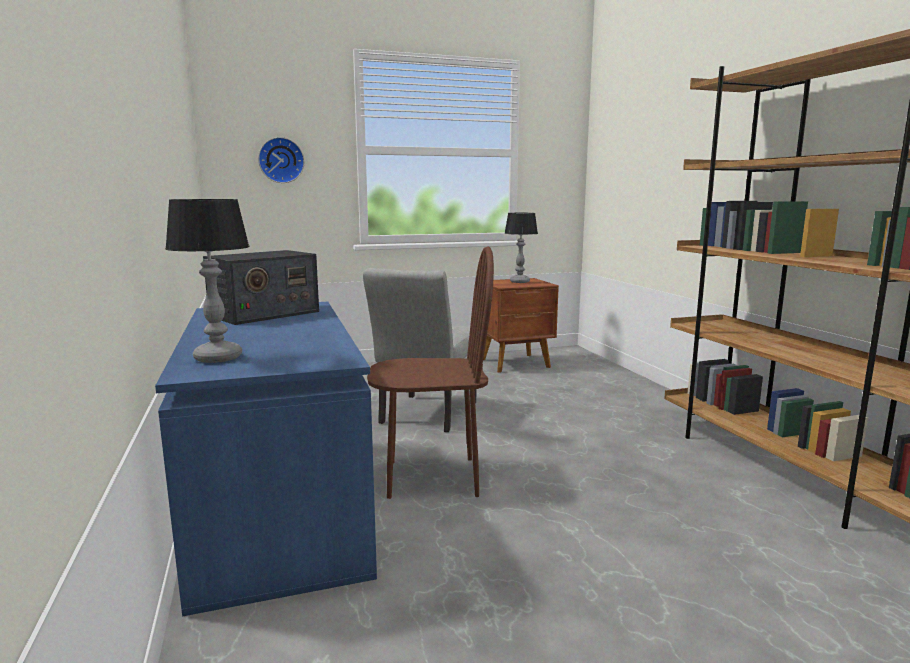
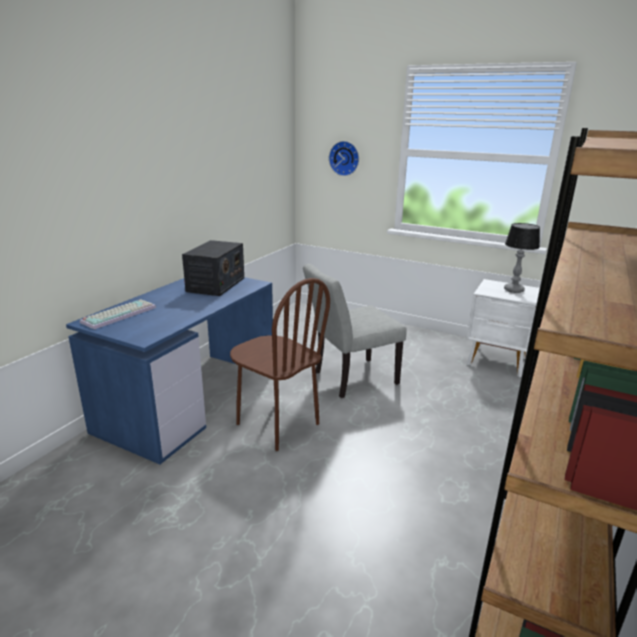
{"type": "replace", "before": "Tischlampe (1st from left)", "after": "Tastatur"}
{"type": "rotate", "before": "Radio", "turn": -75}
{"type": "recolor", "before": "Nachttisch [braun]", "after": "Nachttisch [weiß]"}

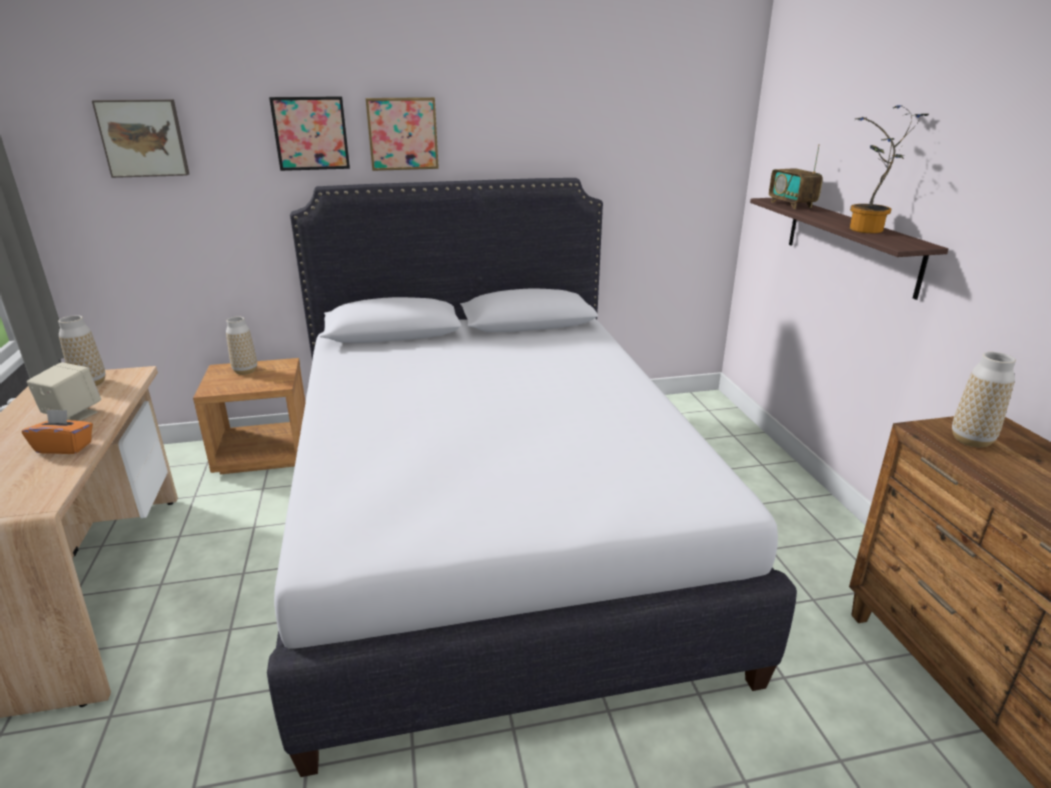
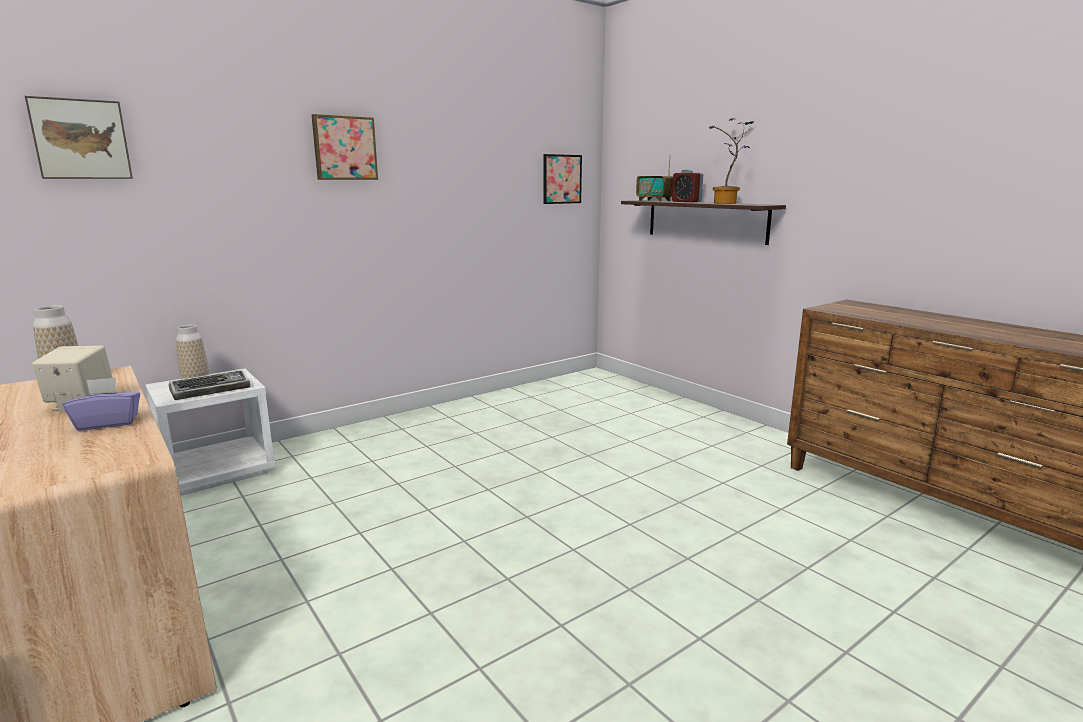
{"type": "recolor", "before": "Taschentuchbox [orange]", "after": "Taschentuchbox [lila]"}
{"type": "recolor", "before": "Nachttisch [braun]", "after": "Nachttisch [weiß]"}
{"type": "delete", "before": "Bett [weiß]"}
{"type": "move", "before": "Bild (2nd from left in the first image)", "after": "Bild (3rd from left)"}
{"type": "delete", "before": "Vase (3rd from left)"}
{"type": "insert", "after": "Tastatur"}
{"type": "insert", "after": "Wecker"}

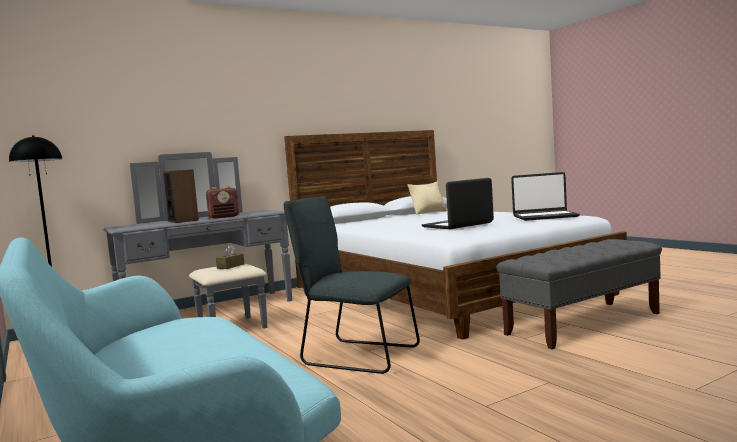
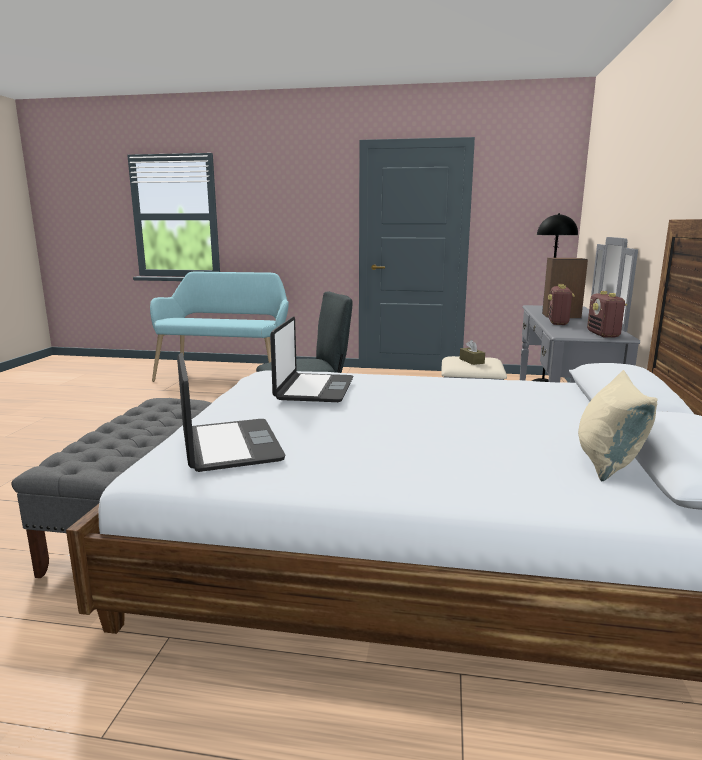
{"type": "rotate", "before": "Laptop (2nd from left in the first image)", "turn": 120}
{"type": "insert", "after": "Radio (2nd from left)"}

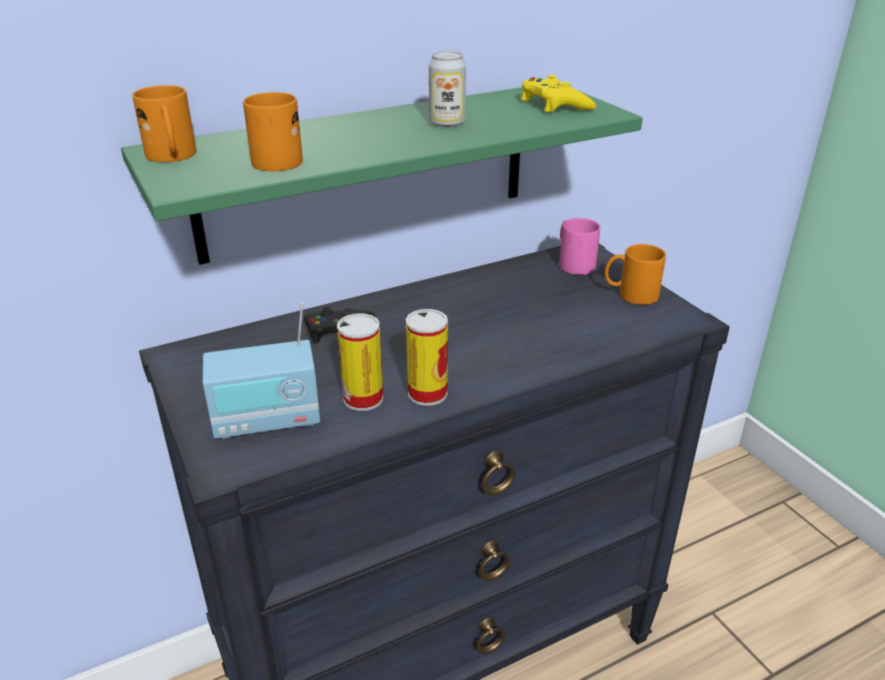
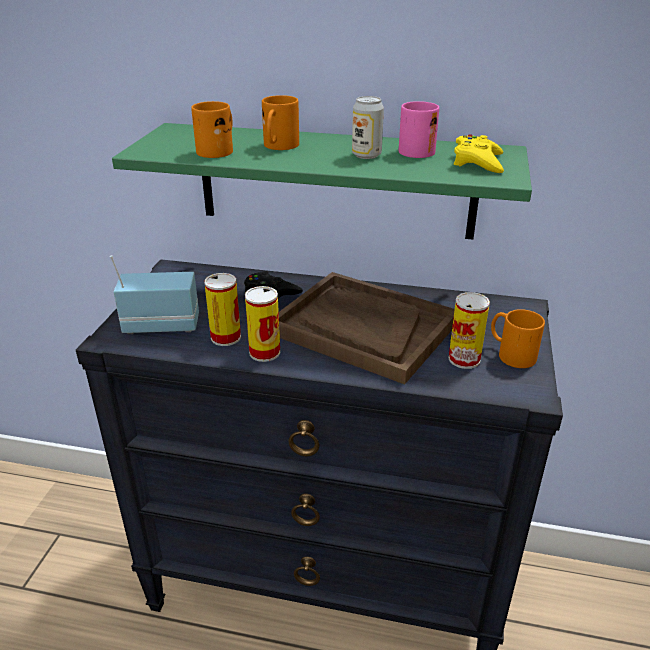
{"type": "move", "before": "Henkelbecher [orange] (1st from left in the first image)", "after": "Henkelbecher [orange] (2nd from left)"}
{"type": "rotate", "before": "Radio", "turn": 150}
{"type": "move", "before": "Henkelbecher [rosa]"}
{"type": "insert", "after": "Tablett [braun]"}
{"type": "insert", "after": "Dose (4th from left)"}

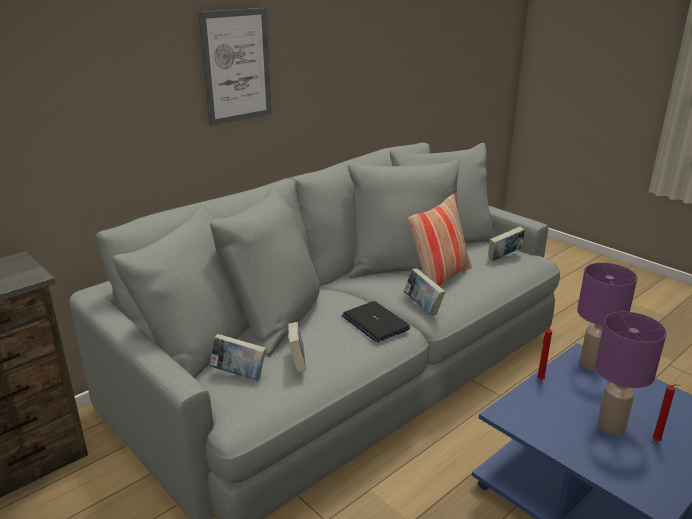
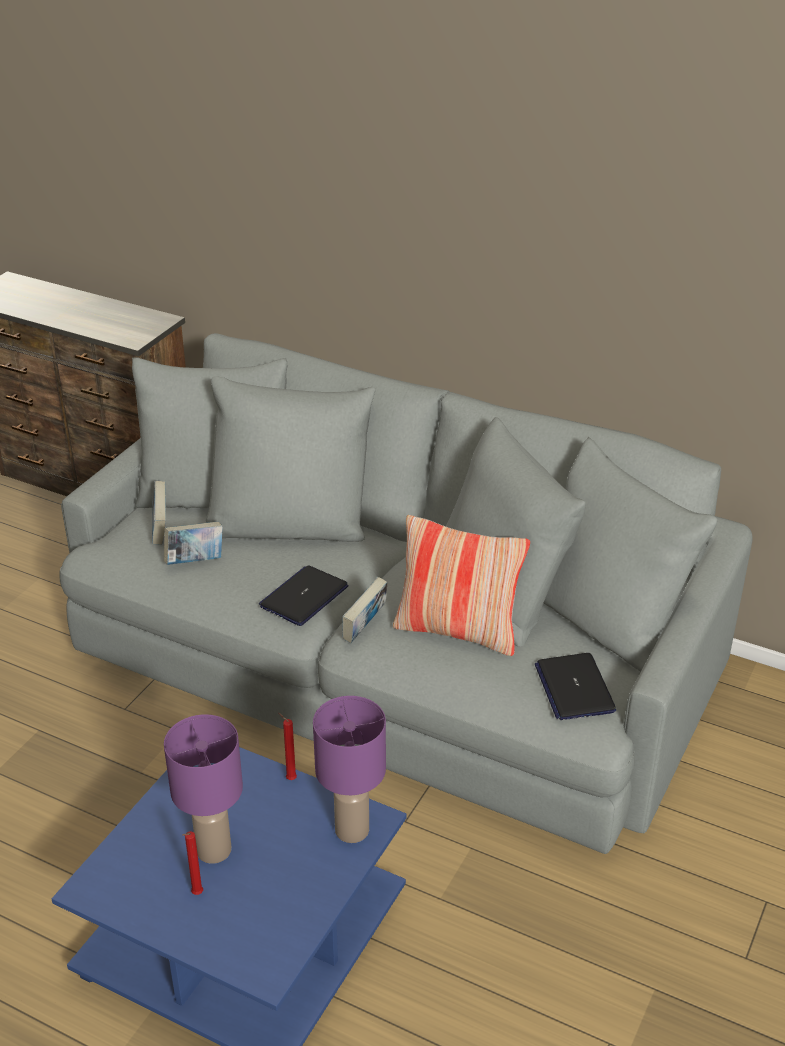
{"type": "delete", "before": "Bild"}
{"type": "replace", "before": "Buch (4th from left)", "after": "Laptop (2nd from left)"}

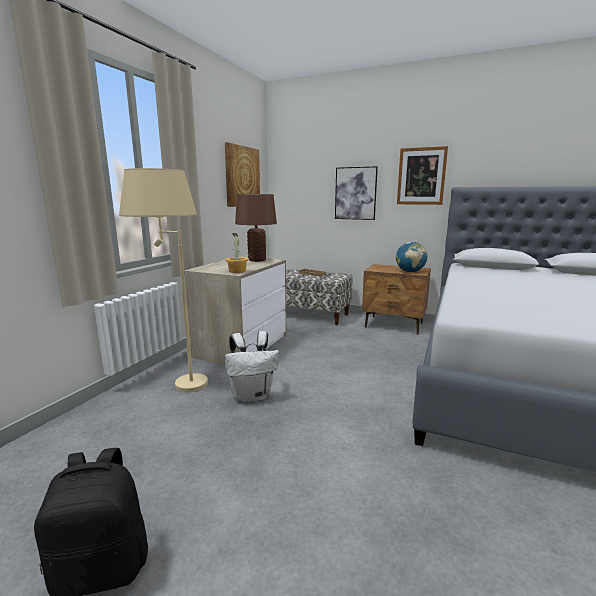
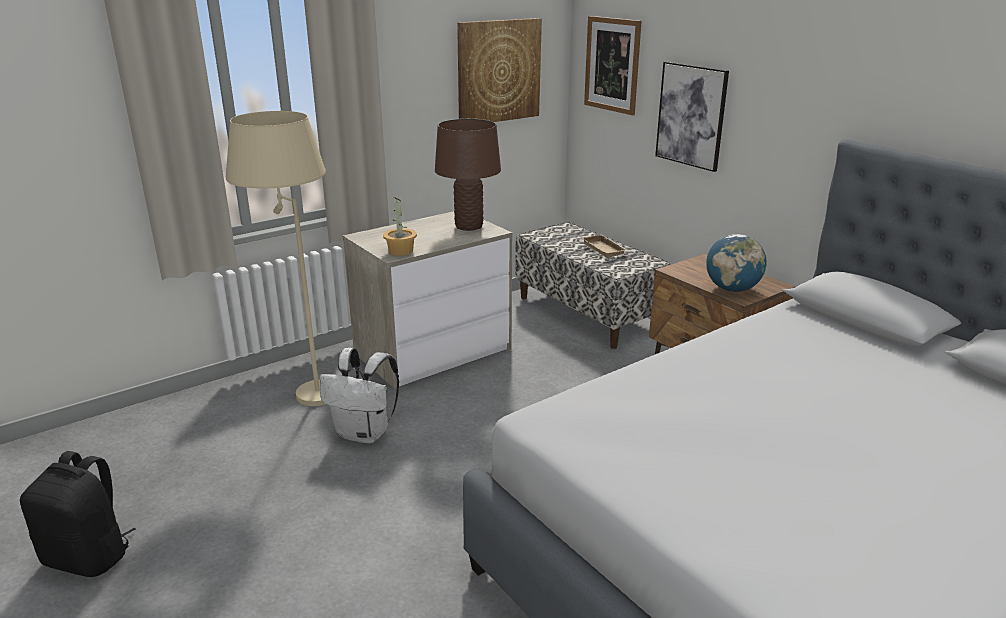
{"type": "move", "before": "Bild (3rd from left in the first image)", "after": "Bild (2nd from left)"}

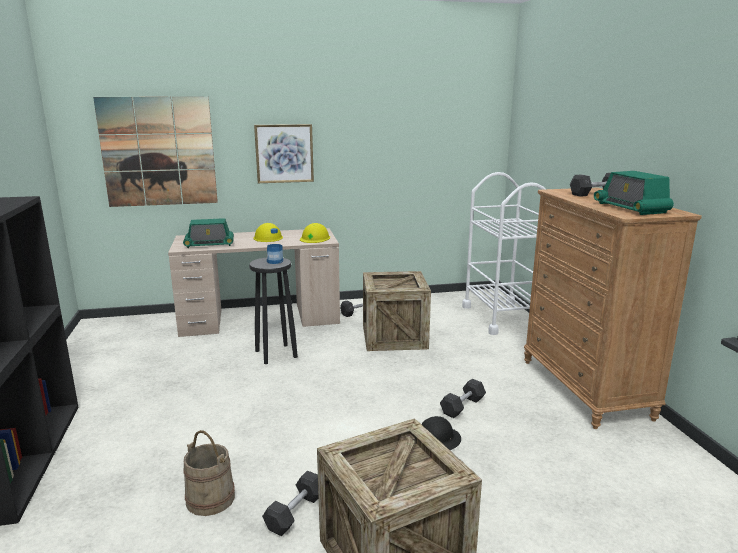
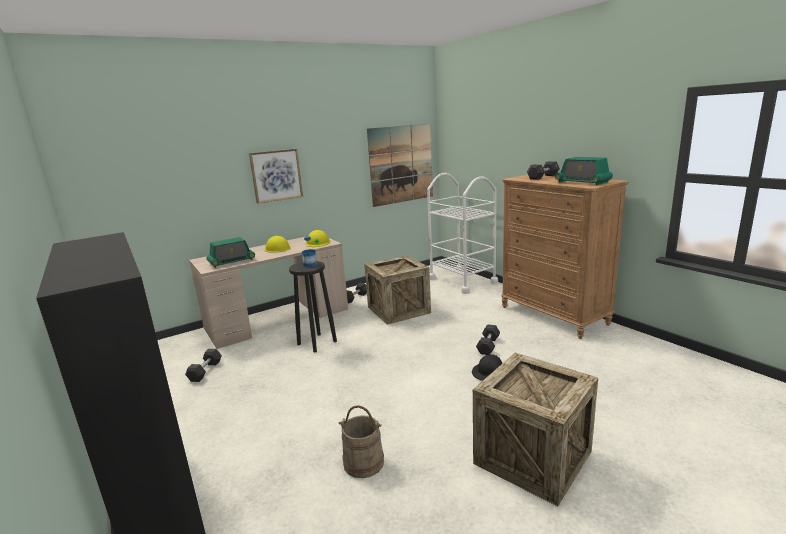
{"type": "move", "before": "Bild (1st from left in the first image)", "after": "Bild (2nd from left)"}
{"type": "move", "before": "Hantel [grau] (1st from left)"}

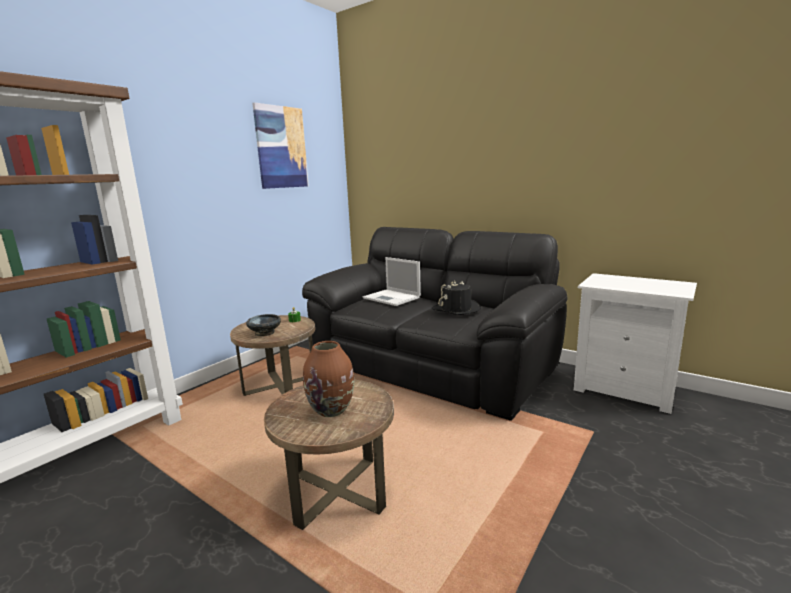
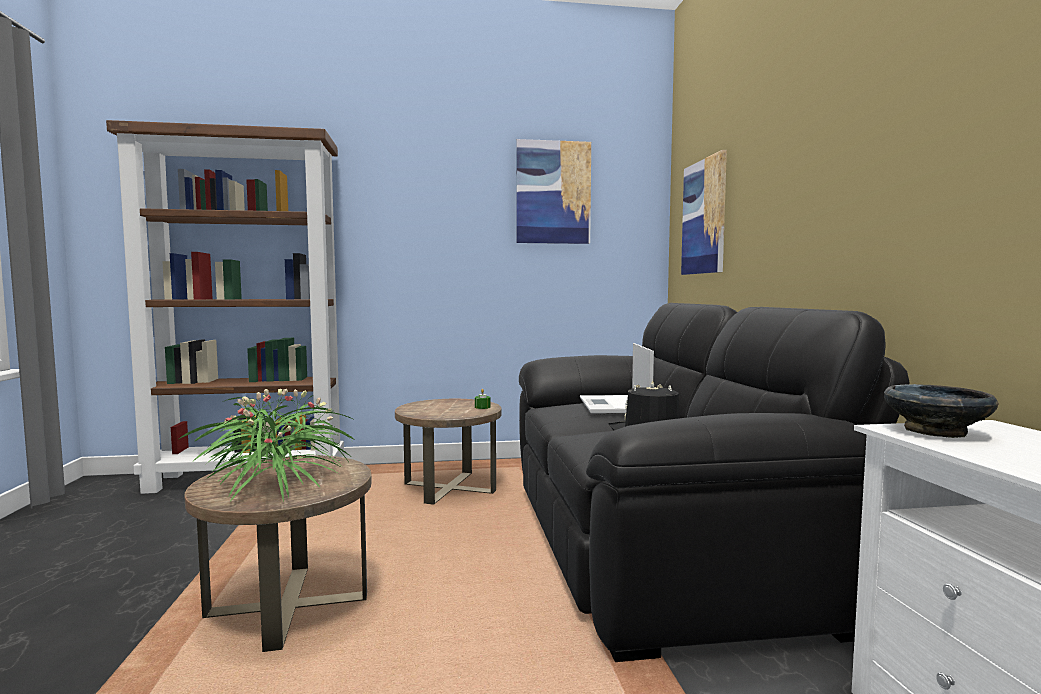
{"type": "move", "before": "Schüssel [schwarz]"}
{"type": "replace", "before": "Vase [braun]", "after": "Topfpflanze"}
{"type": "insert", "after": "Bild (2nd from left)"}

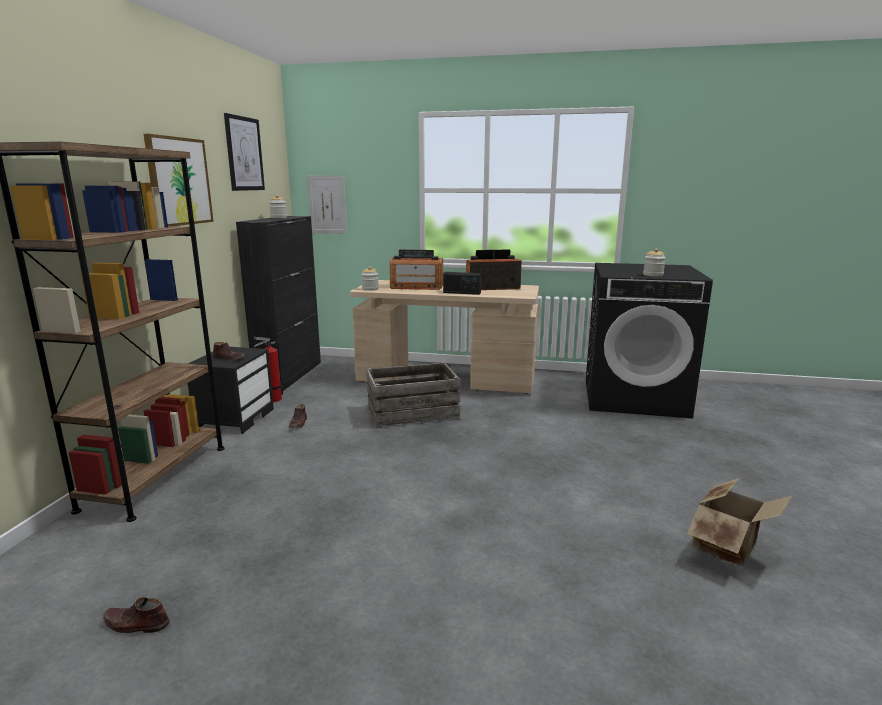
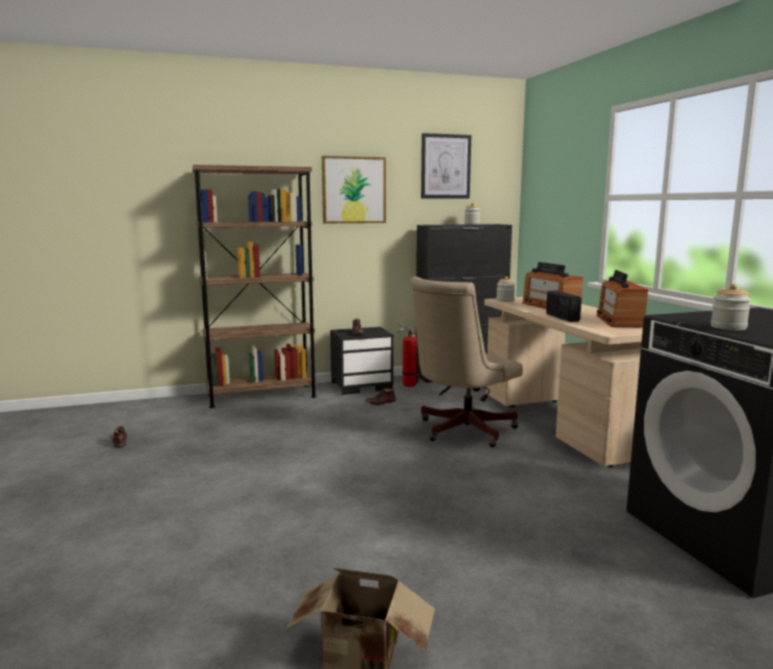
{"type": "delete", "before": "Bild (3rd from left)"}
{"type": "replace", "before": "Kiste", "after": "Bürostuhl [beige]"}
{"type": "rotate", "before": "Radio (3rd from left)", "turn": -135}

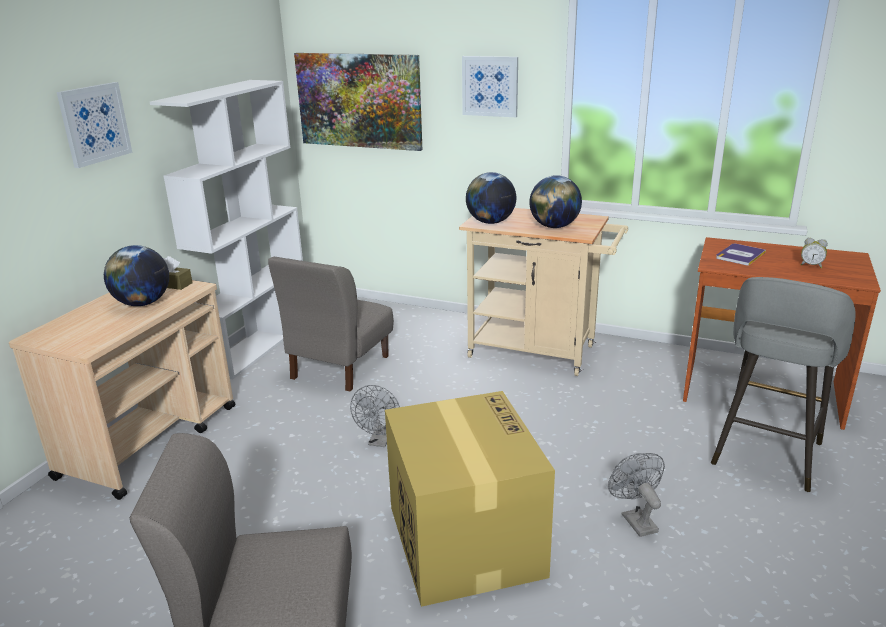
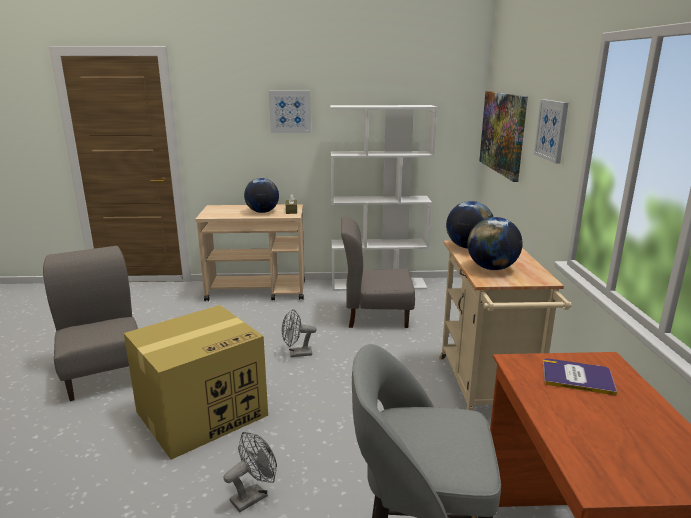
{"type": "delete", "before": "Wecker"}

